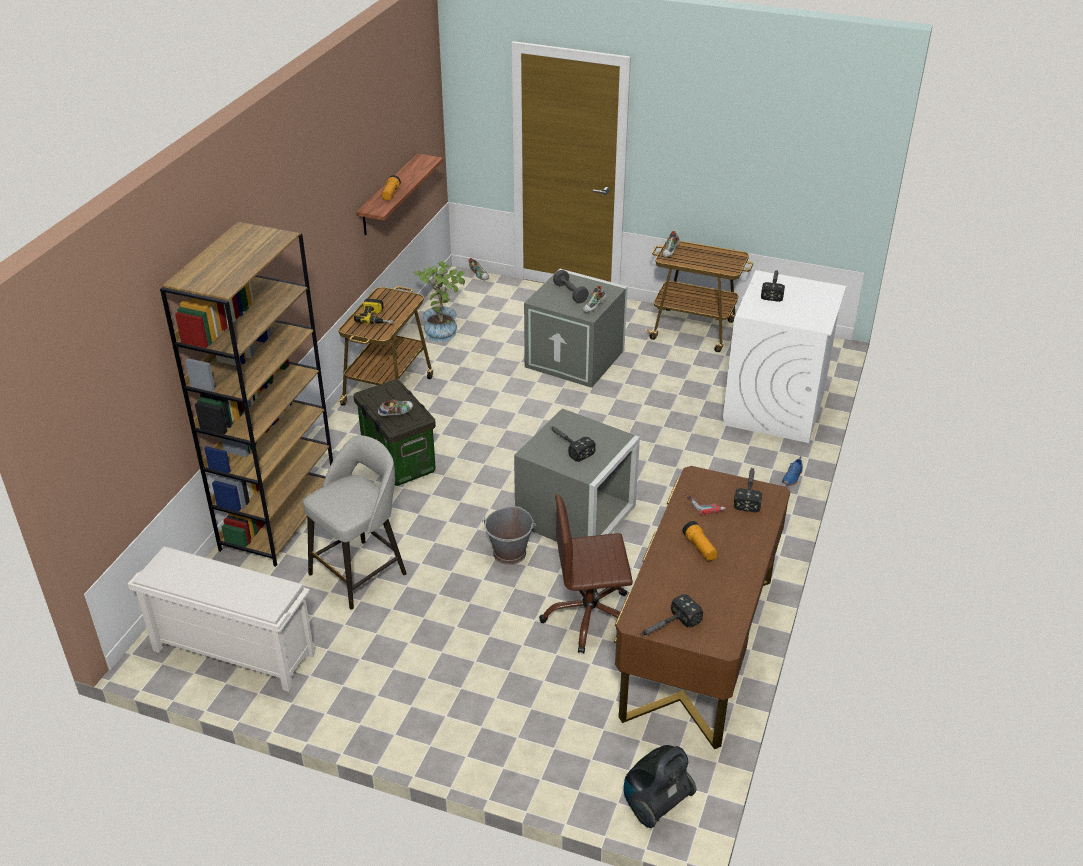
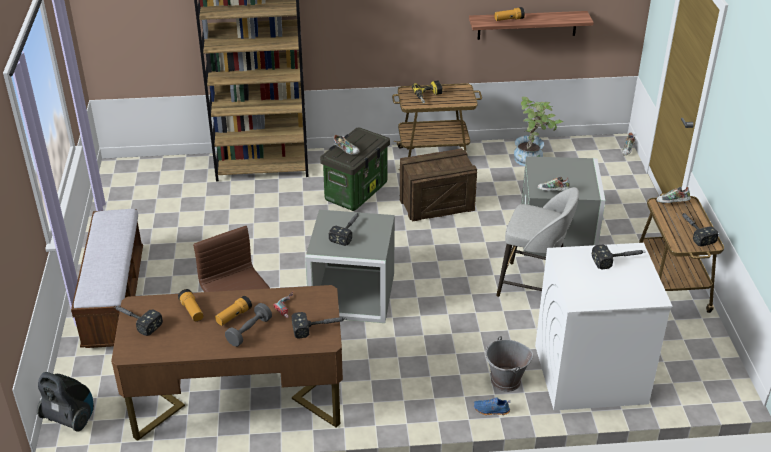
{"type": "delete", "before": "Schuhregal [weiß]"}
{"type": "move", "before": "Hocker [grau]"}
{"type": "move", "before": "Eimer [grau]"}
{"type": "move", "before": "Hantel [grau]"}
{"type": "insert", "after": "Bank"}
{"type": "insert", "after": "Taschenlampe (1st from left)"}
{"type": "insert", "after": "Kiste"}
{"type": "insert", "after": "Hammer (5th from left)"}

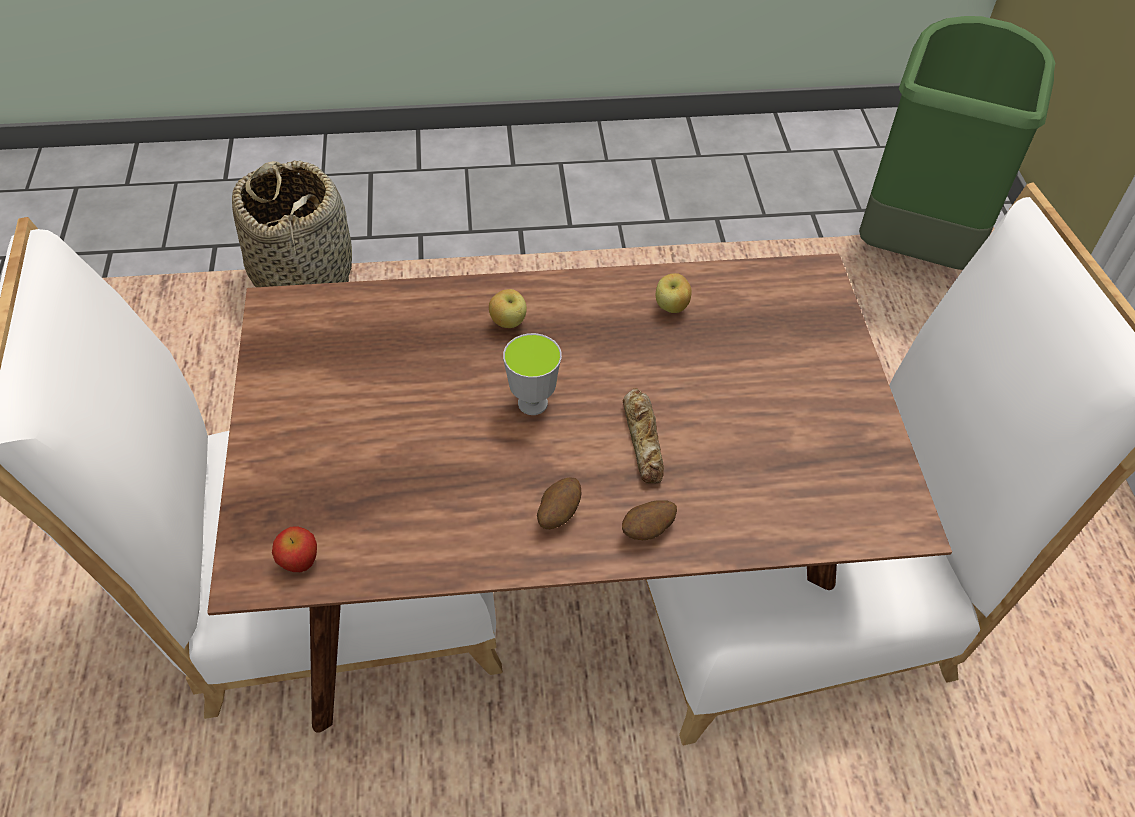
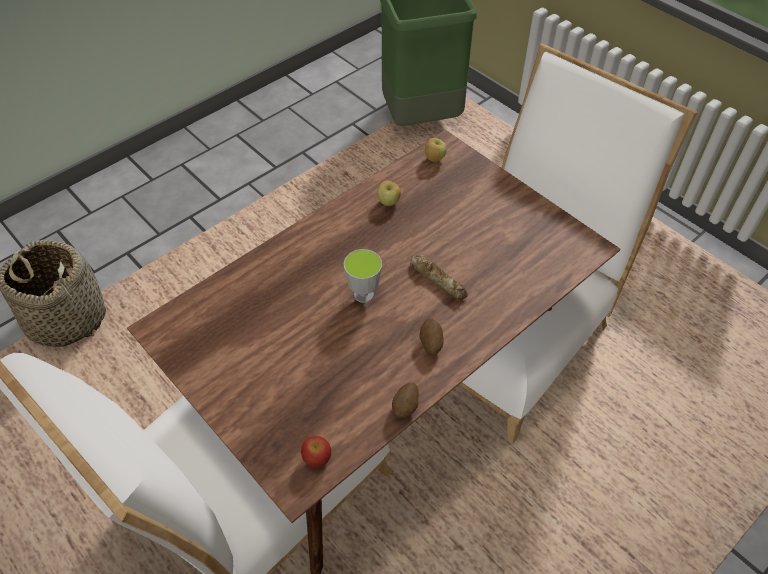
{"type": "move", "before": "Apfel (2nd from left in the first image)", "after": "Apfel (3rd from left)"}
{"type": "move", "before": "Kartoffel (2nd from left in the first image)", "after": "Kartoffel (1st from left)"}

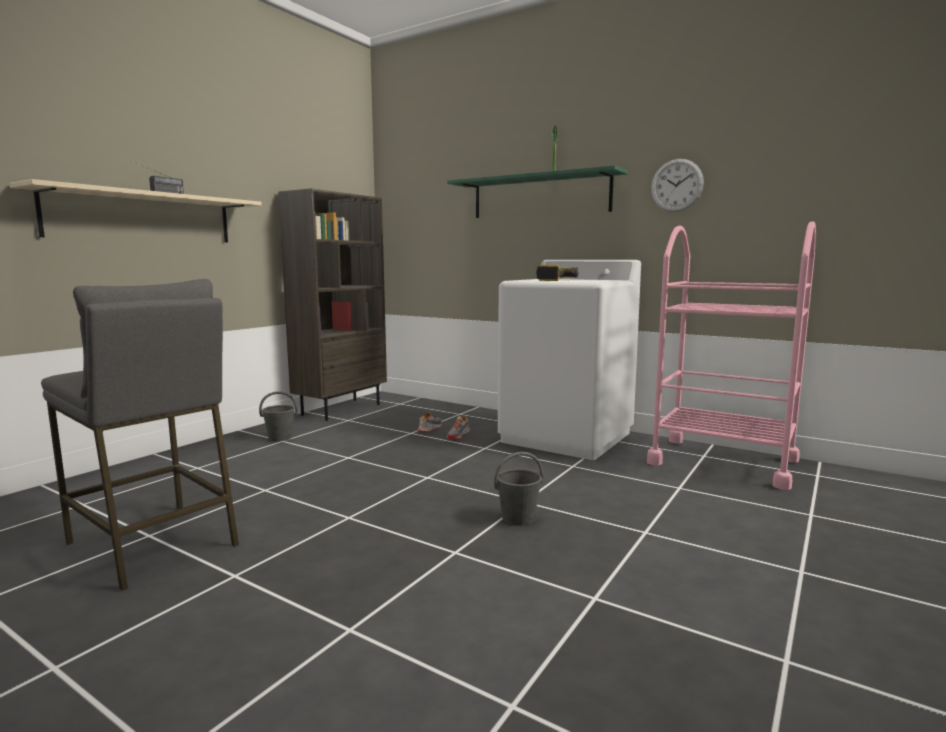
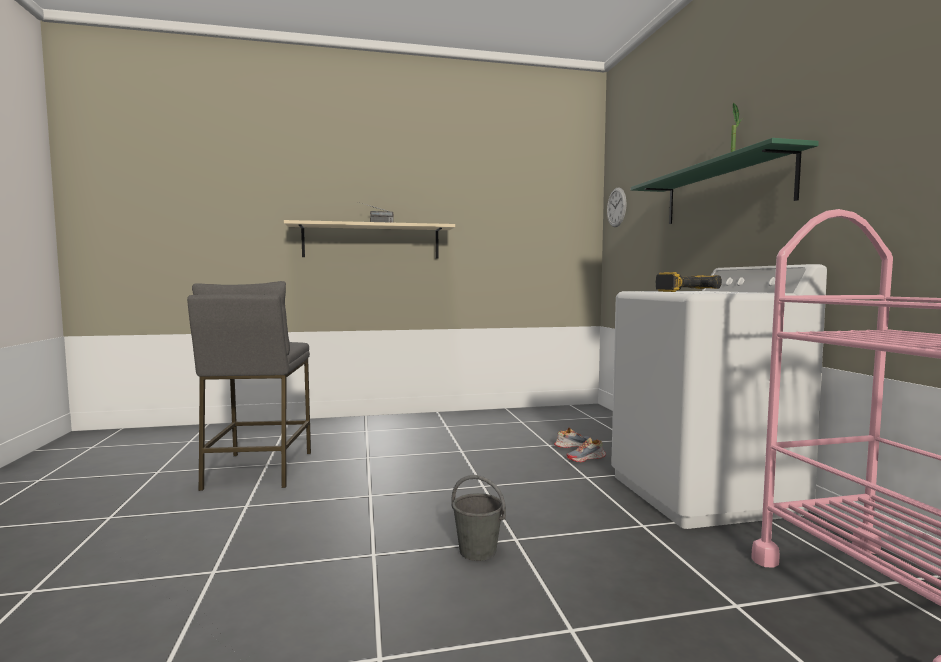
{"type": "delete", "before": "Eimer [grau] (1st from left)"}
{"type": "delete", "before": "Bücherregal [braun]"}
{"type": "move", "before": "Wanduhr"}

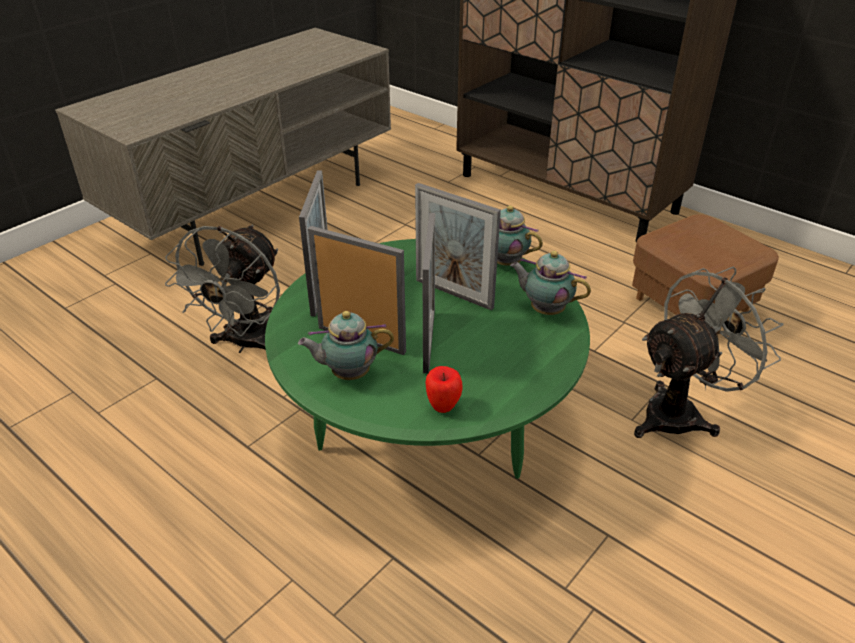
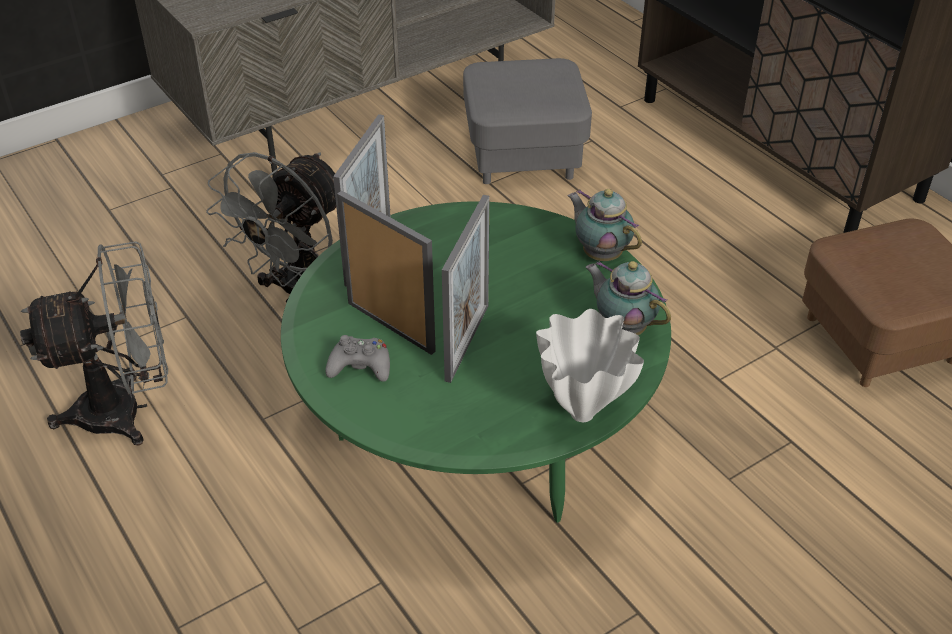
{"type": "replace", "before": "Teekanne (1st from left)", "after": "Gamepad [grau]"}
{"type": "delete", "before": "Bilderrahmen (4th from left)"}
{"type": "delete", "before": "Apfel"}
{"type": "move", "before": "Ventilator [grau] (2nd from left in the first image)", "after": "Ventilator [grau] (1st from left)"}
{"type": "insert", "after": "Polsterhocker [grau]"}
{"type": "insert", "after": "Vase [weiß]"}

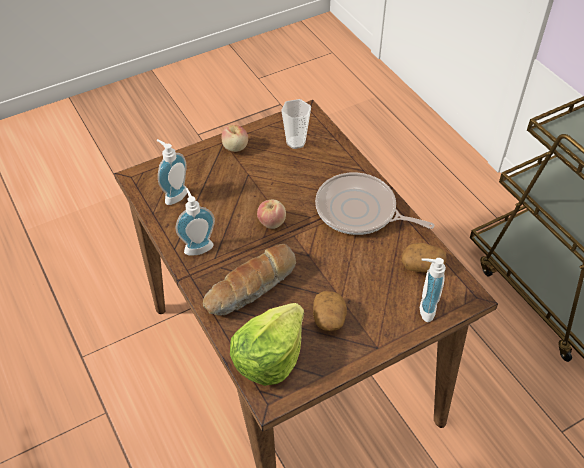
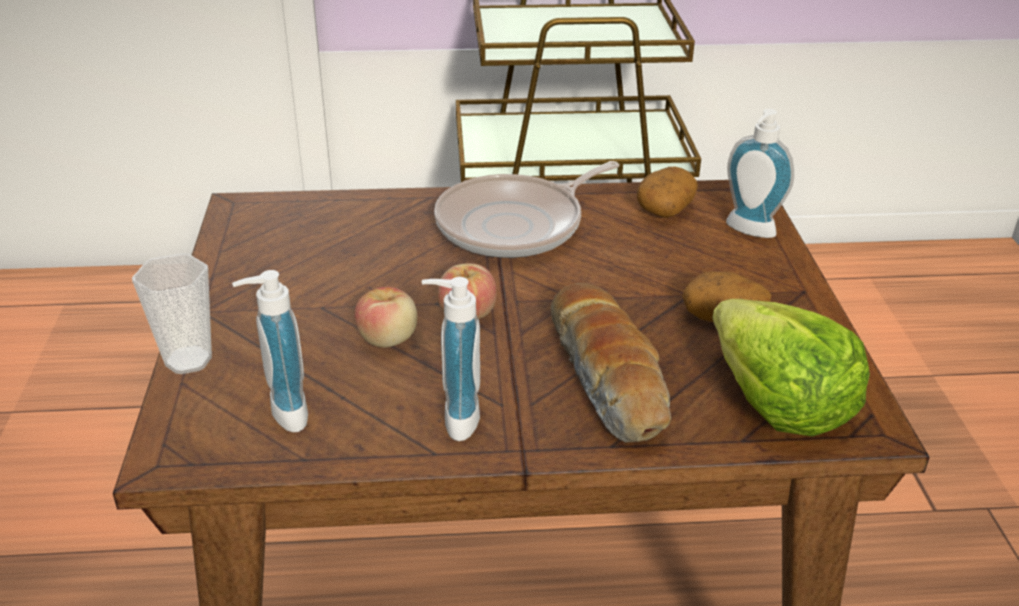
{"type": "move", "before": "Apfel (1st from left)"}
{"type": "move", "before": "Tasse"}

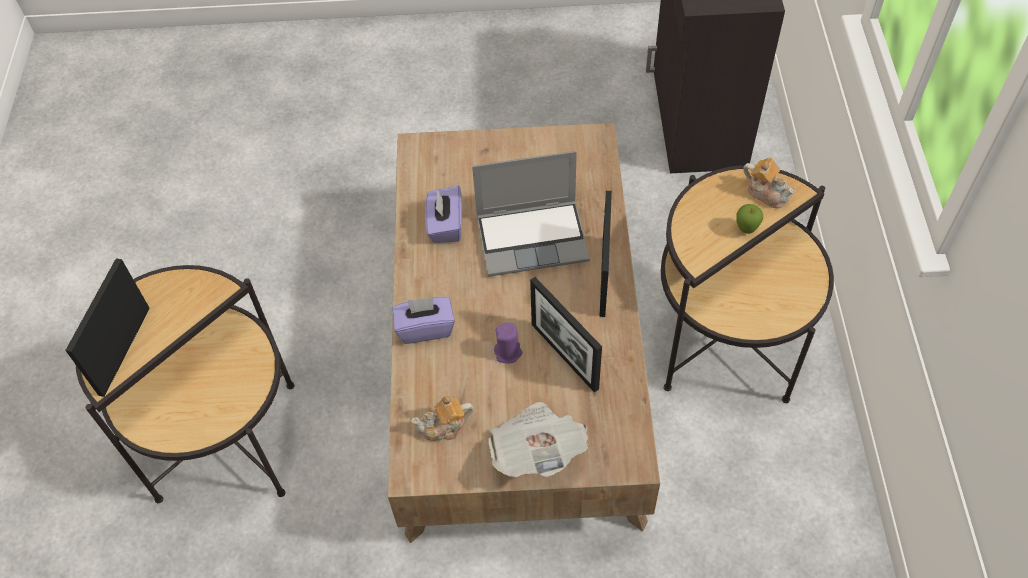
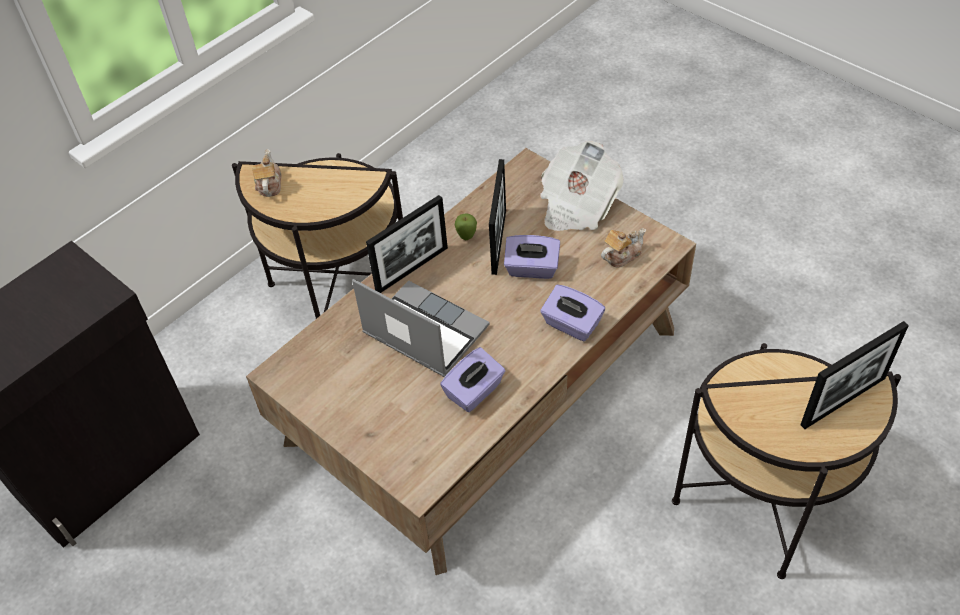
{"type": "rotate", "before": "Teekanne (1st from left in the first image)", "turn": -60}
{"type": "replace", "before": "Kerze [lila]", "after": "Taschentuchbox [lila] (2nd from left)"}
{"type": "move", "before": "Apfel"}

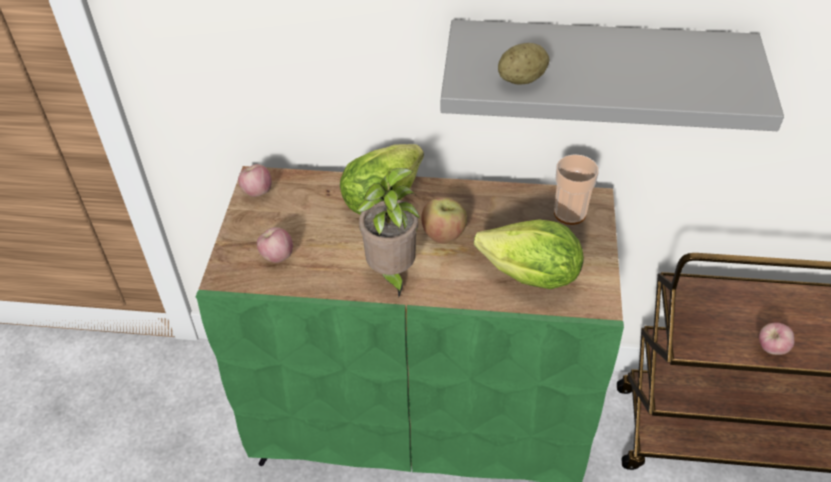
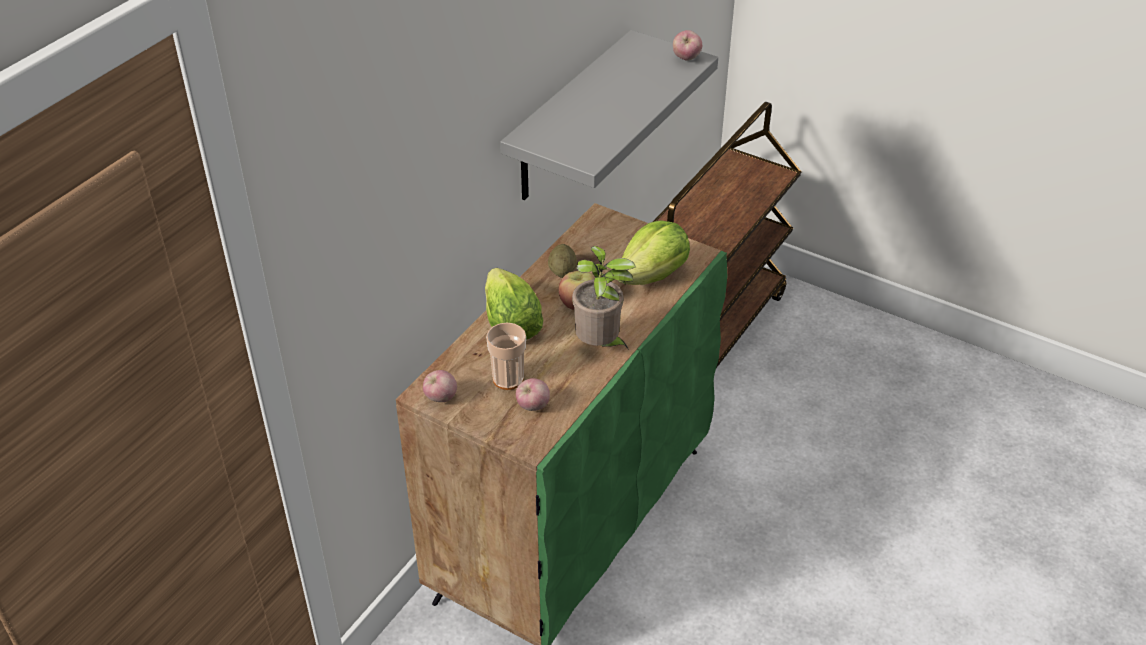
{"type": "move", "before": "Kartoffel"}
{"type": "move", "before": "Tasse"}
{"type": "move", "before": "Apfel (4th from left)"}

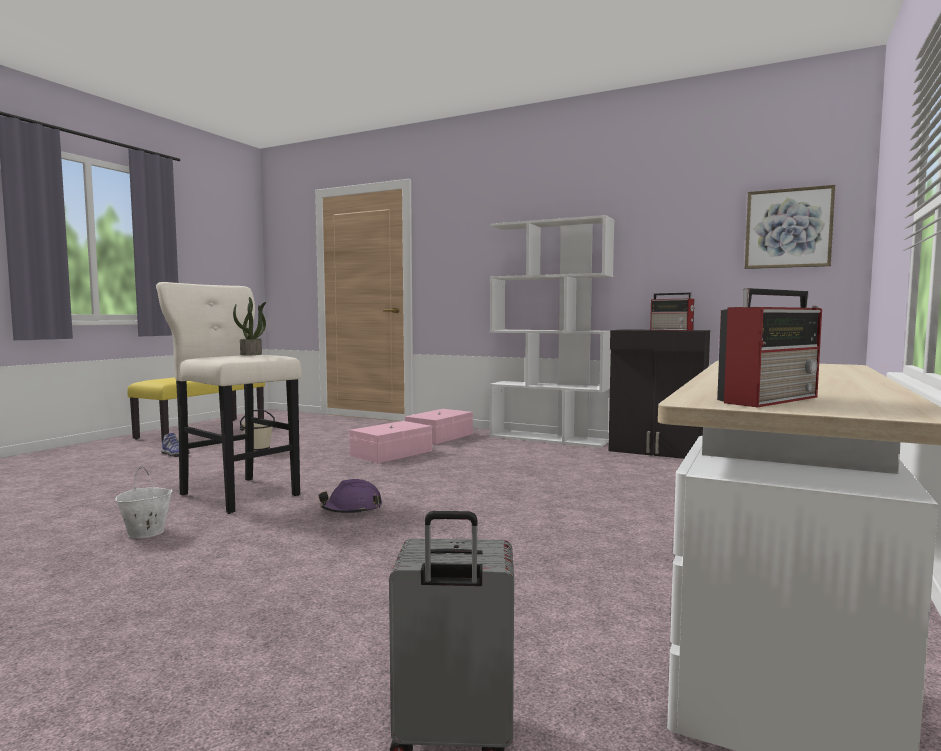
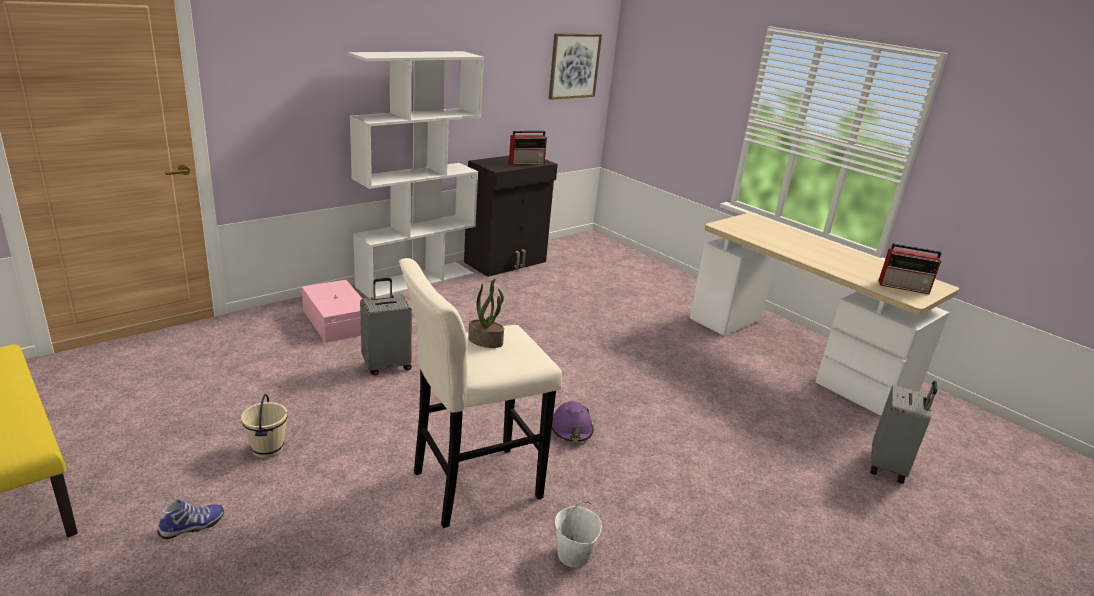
{"type": "replace", "before": "Aufbewahrungsbox [rosa] (1st from left)", "after": "Koffer [grau] (1st from left)"}
{"type": "rotate", "before": "Radio (2nd from left)", "turn": 120}

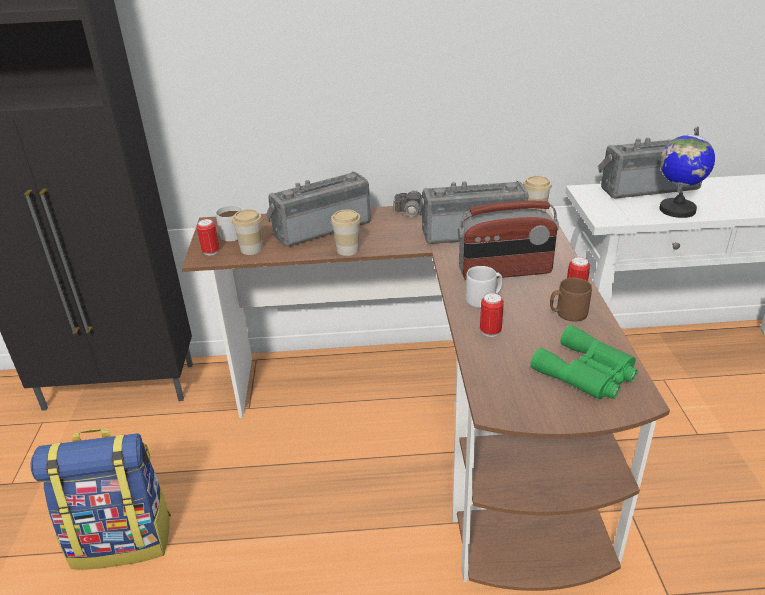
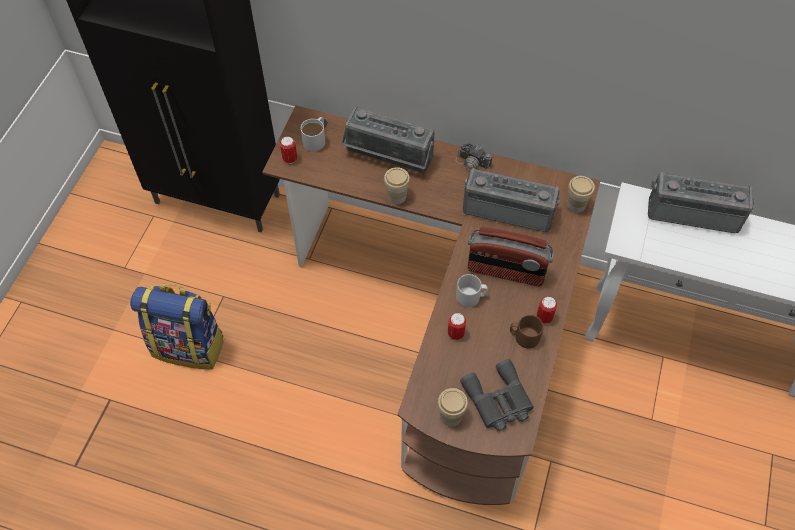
{"type": "move", "before": "Tasse (1st from left in the first image)", "after": "Tasse (2nd from left)"}
{"type": "rotate", "before": "Radio (1st from left)", "turn": -150}
{"type": "recolor", "before": "Fernglas [grün]", "after": "Fernglas [grau]"}
{"type": "delete", "before": "Globus"}

